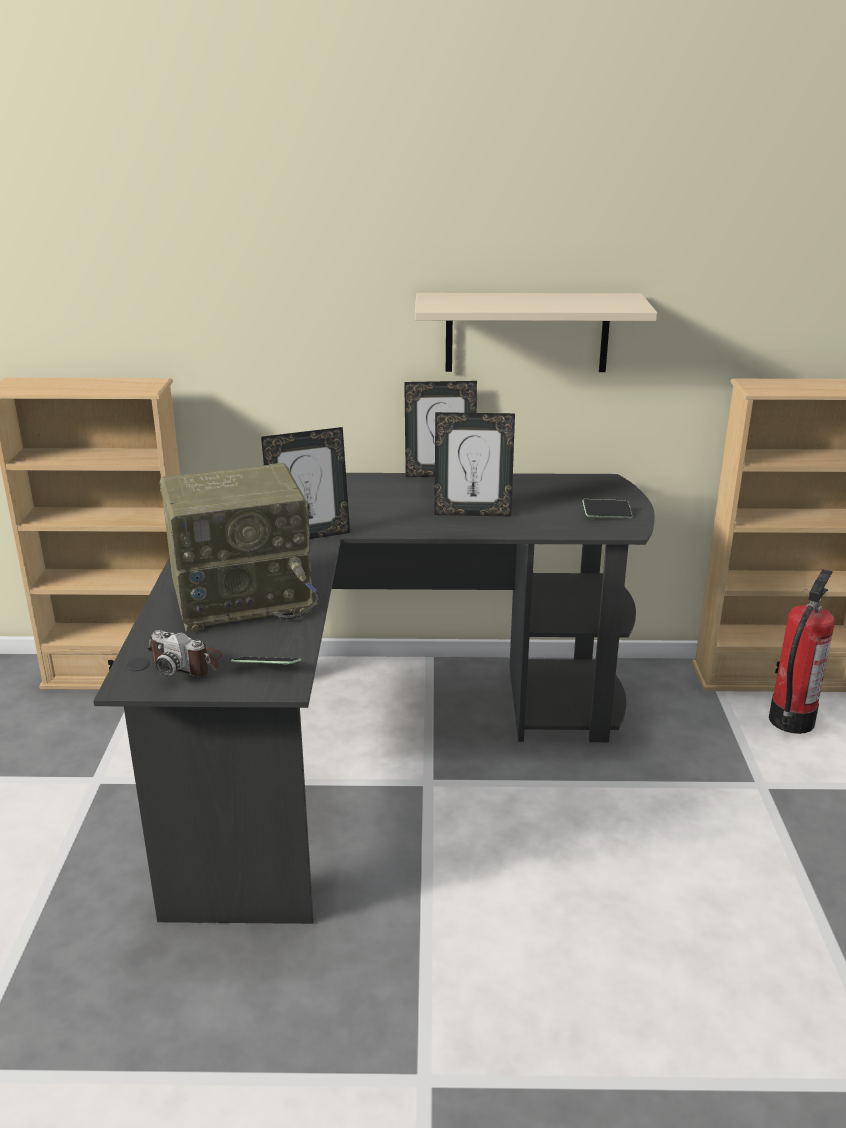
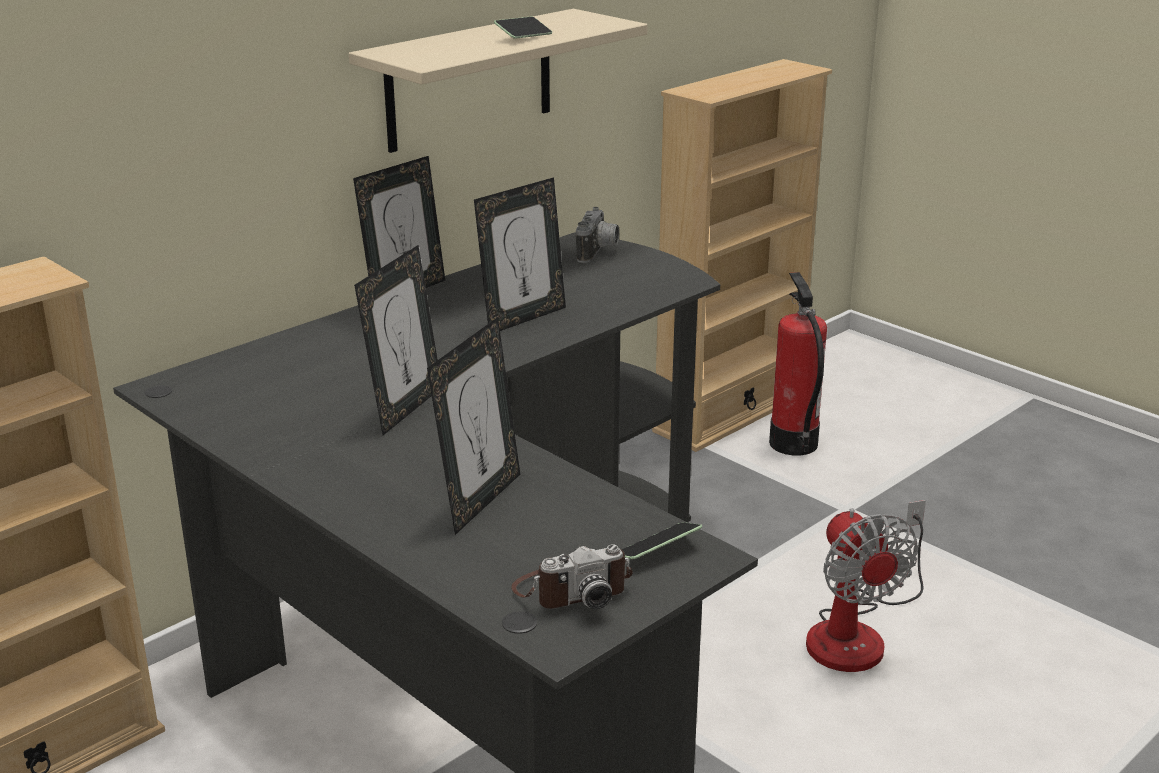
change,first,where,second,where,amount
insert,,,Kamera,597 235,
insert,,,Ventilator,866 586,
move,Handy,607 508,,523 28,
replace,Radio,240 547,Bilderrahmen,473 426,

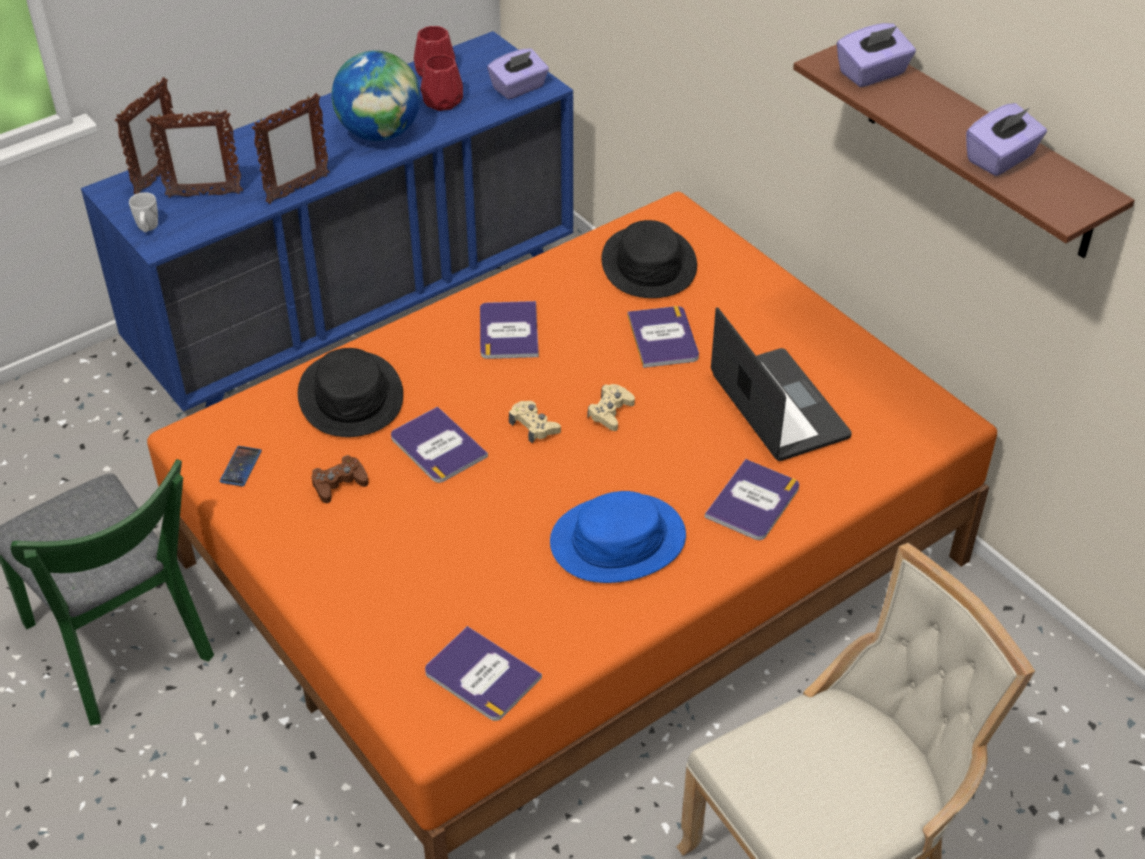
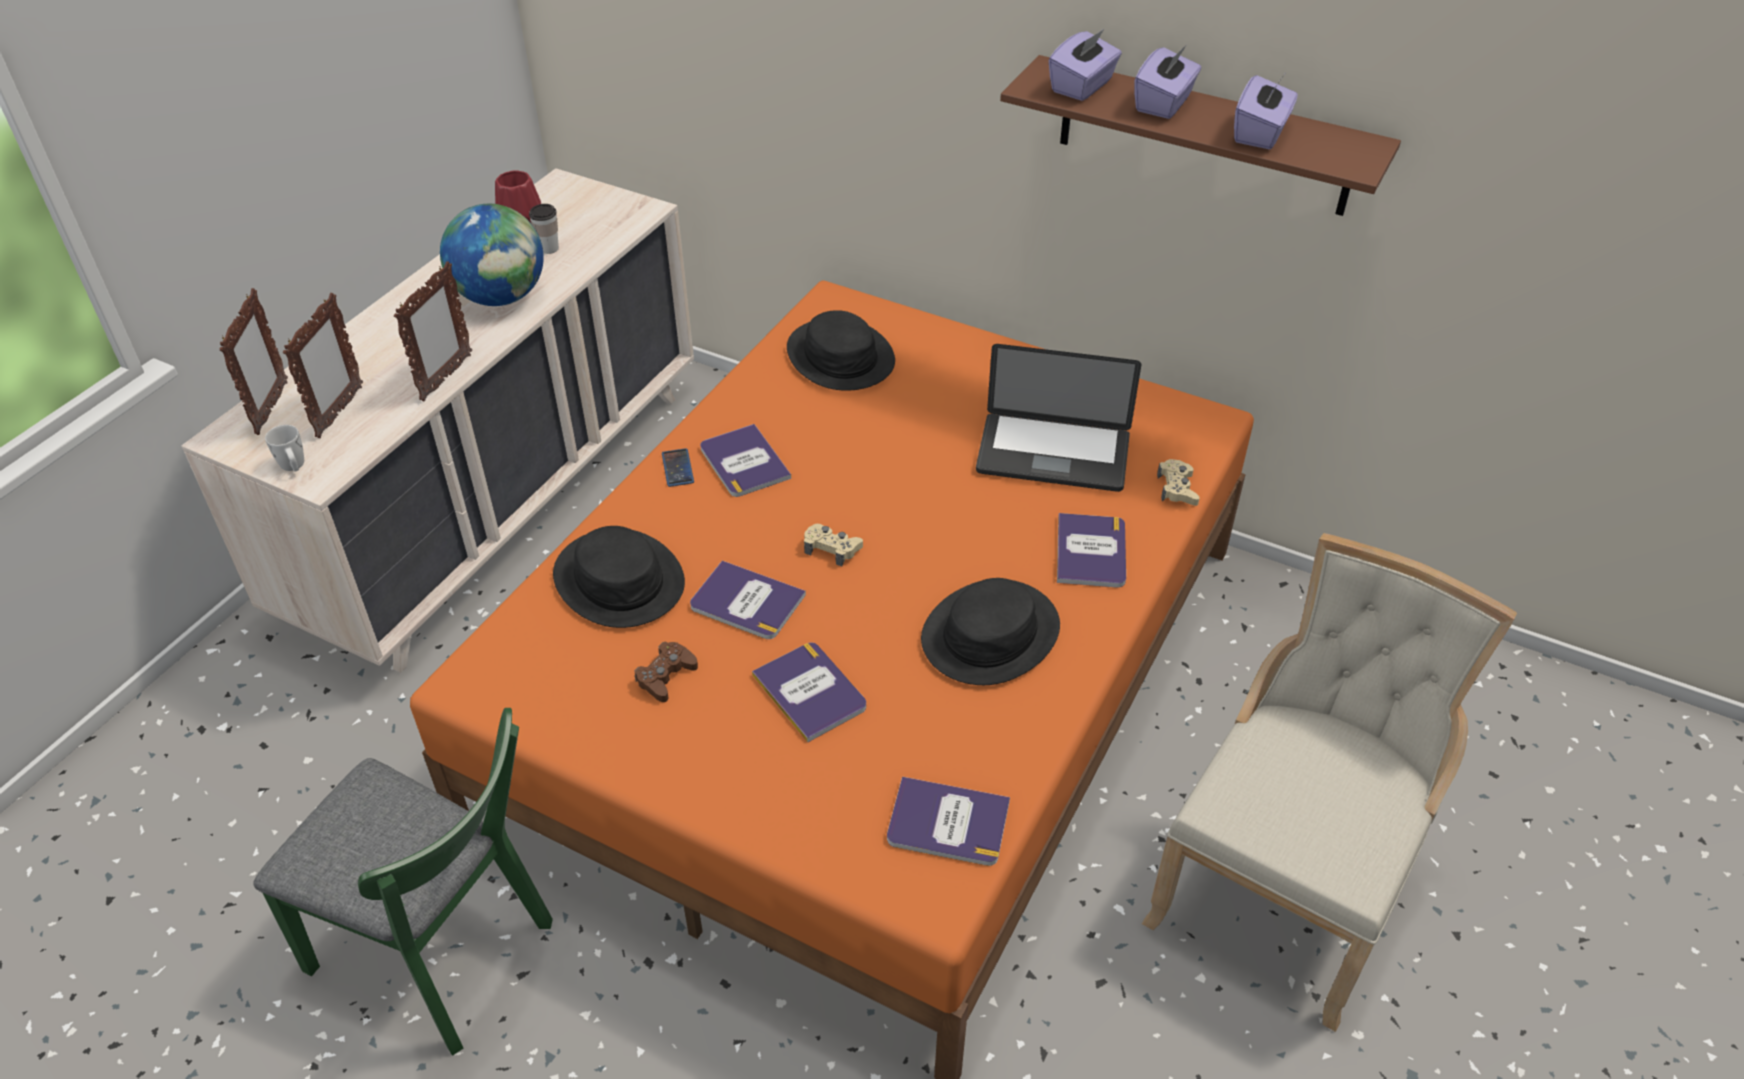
change,first,where,second,where,amount
move,Handy,241 466,,678 467,
move,Taschentuchbox (lila),518 74,,1167 82,
move,Gamepad (beige),611 407,,1178 482,
move,Buch,663 337,,809 692,
replace,Vase (rot),442 83,Tasse,544 229,
recolor,Kommode (blau),327 221,Kommode (beige),437 420,
recolor,Hut (blau),618 537,Hut (schwarz),990 631,
rotate,Bilderrahmen,194 153,,323 365,45 degrees counterclockwise
rotate,Laptop,781 384,,1058 418,150 degrees clockwise

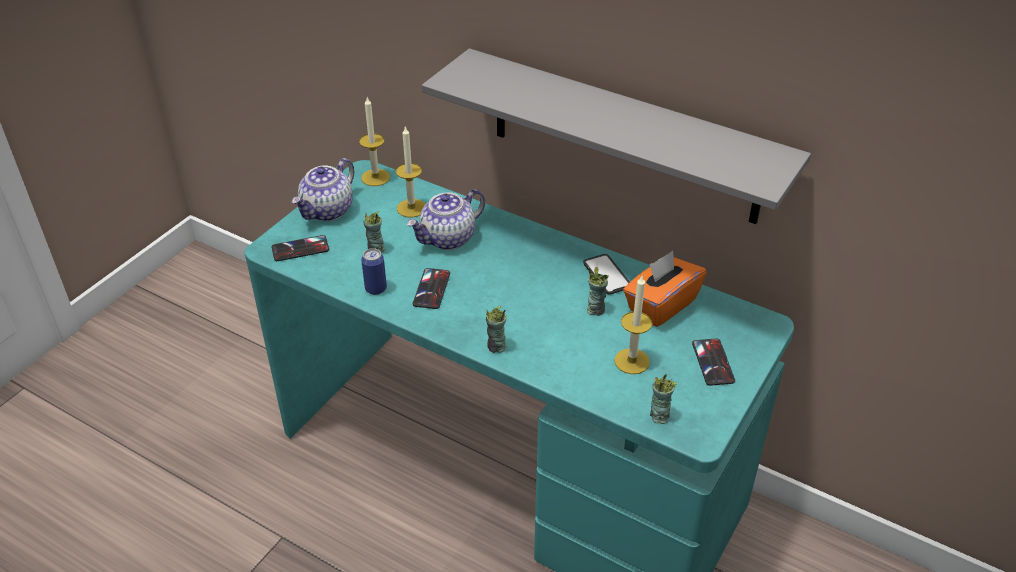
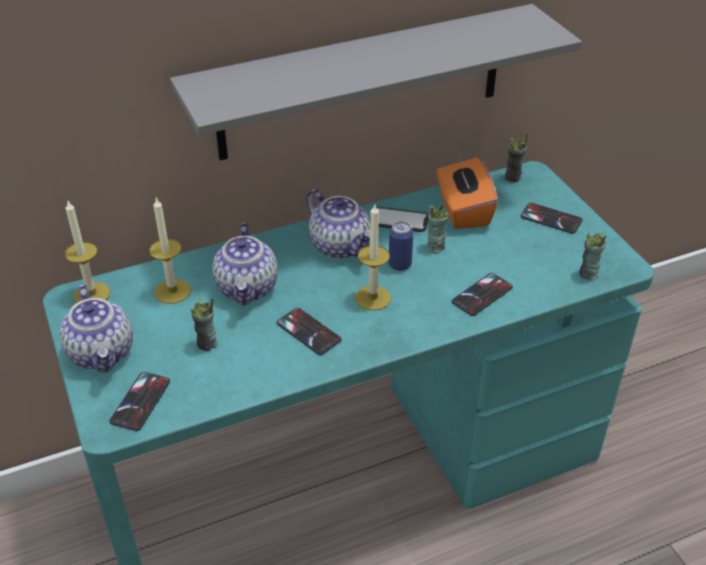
change,first,where,second,where,amount
insert,,,Teekanne,338 224,
insert,,,Handy,482 294,
move,Dose,374 271,,400 246,
move,Tasse,496 329,,516 157,
move,Kerze,633 325,,373 257,

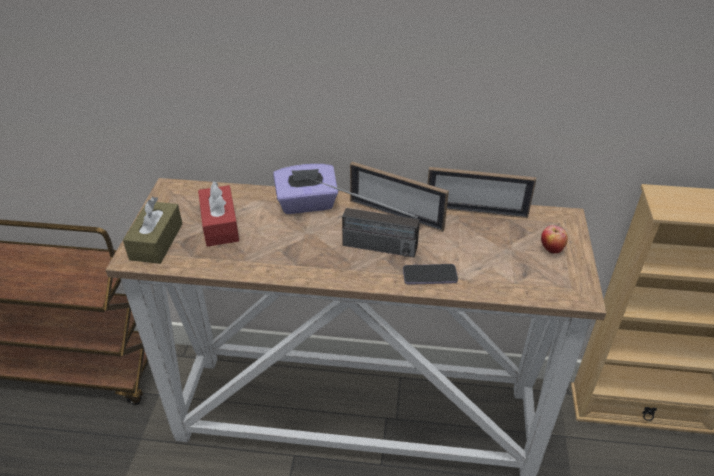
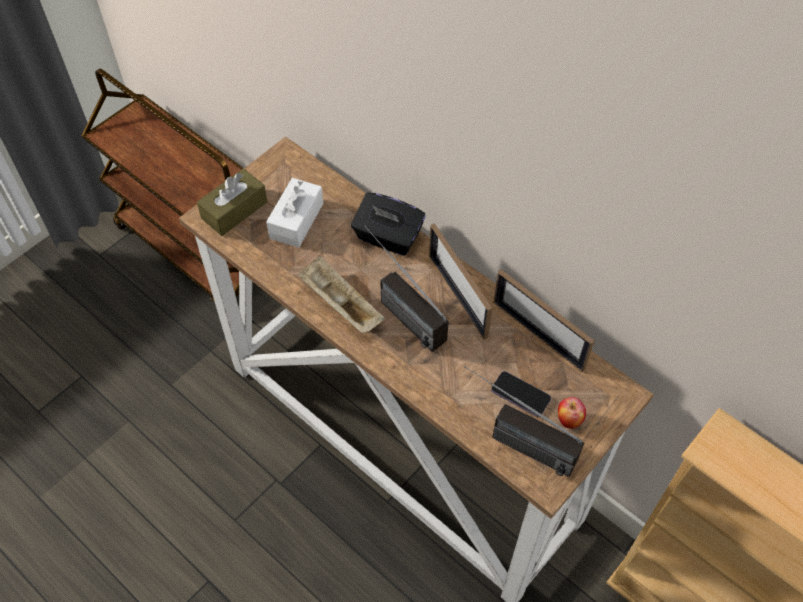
change,first,where,second,where,amount
insert,,,Tablett (beige),341 294,
insert,,,Radio,524 421,
move,Handy,430 274,,521 394,
recolor,Taschentuchbox (rot),218 214,Taschentuchbox (weiß),294 213,
recolor,Taschentuchbox (lila),305 189,Taschentuchbox (schwarz),388 224,

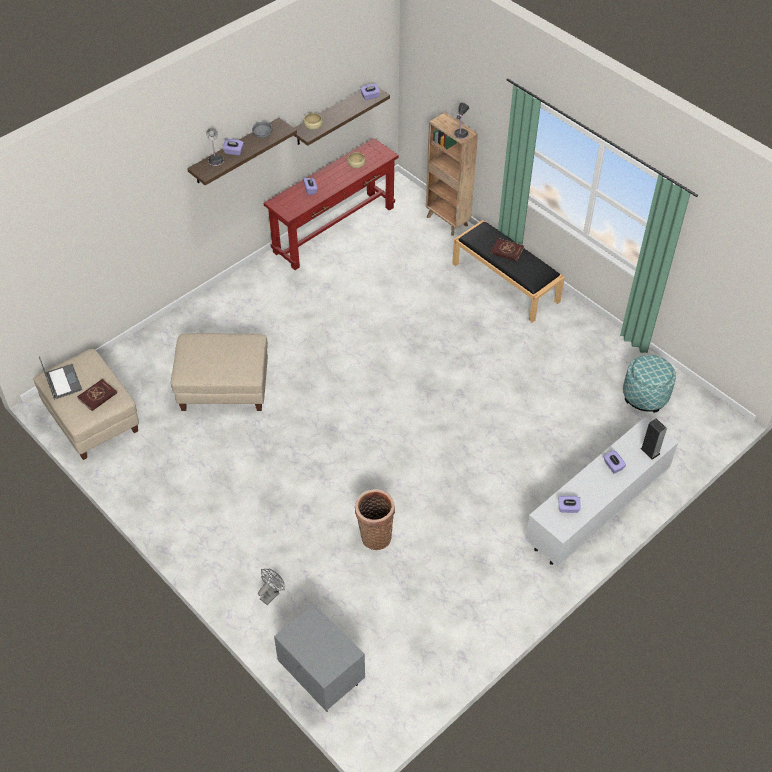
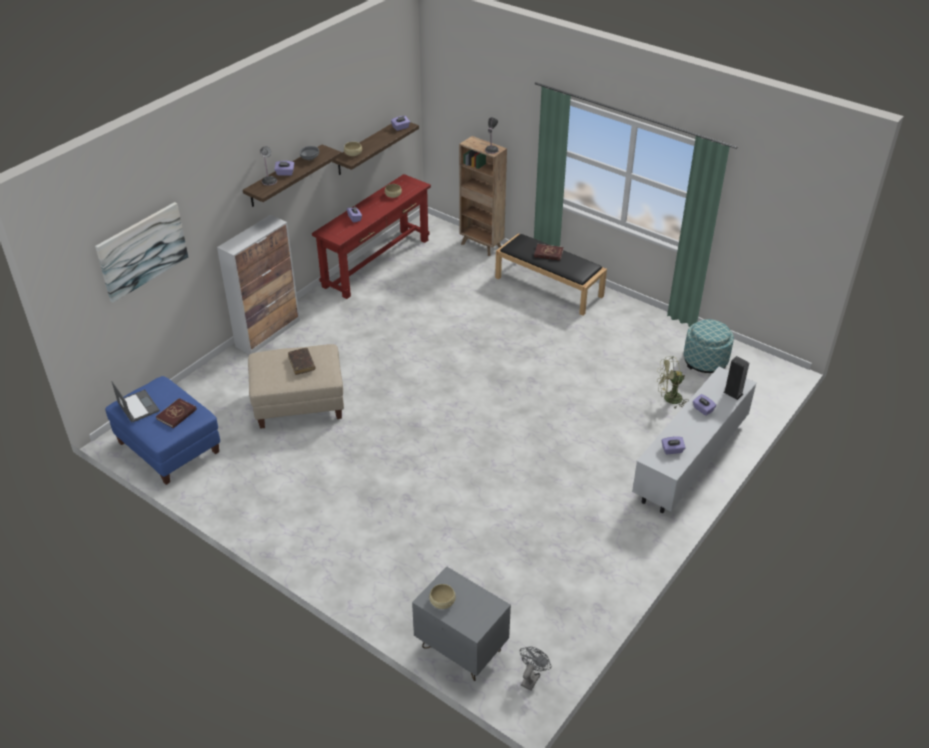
change,first,where,second,where,amount
delete,Korb,375 519,,,
insert,,,Bild,141 252,
insert,,,Schrank,258 285,
insert,,,Buch (braun),301 361,
insert,,,Schüssel (beige),442 596,
insert,,,Ventilator (grün),673 382,
move,Ventilator (grau),271 587,,536 668,
recolor,Polsterhocker (beige),86 404,Polsterhocker (blau),162 430,

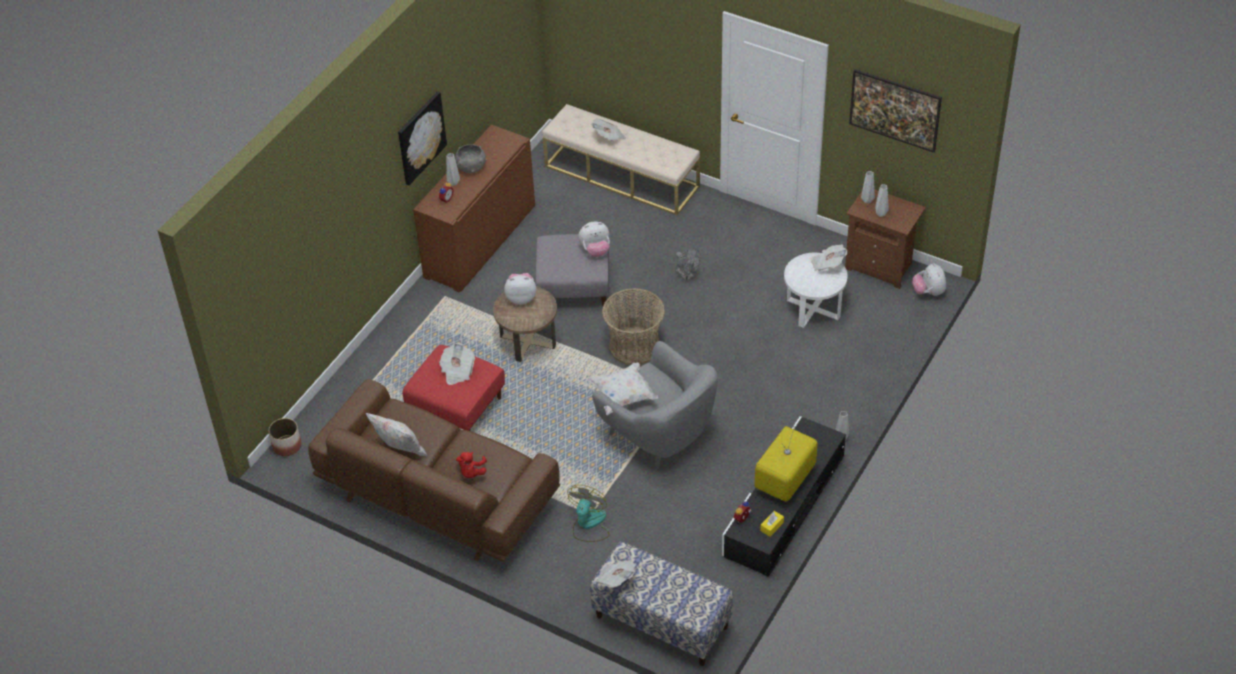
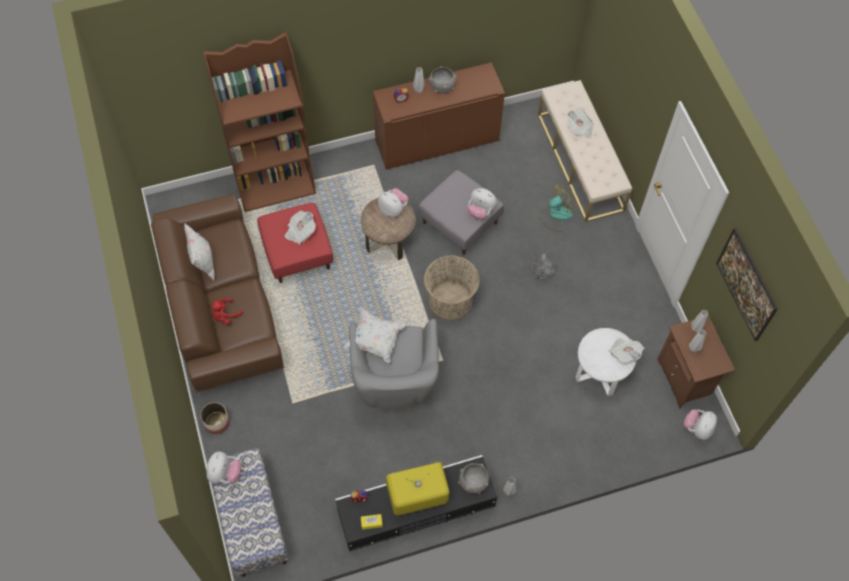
change,first,where,second,where,amount
delete,Bild,422 138,,,
insert,,,Bücherregal (braun),259 122,
insert,,,Schüssel (grau),474 478,
move,Pflanzkübel,285 437,,215 418,
move,Ventilator,588 513,,557 208,
replace,Zeitung,616 573,Plüschtier,224 467,

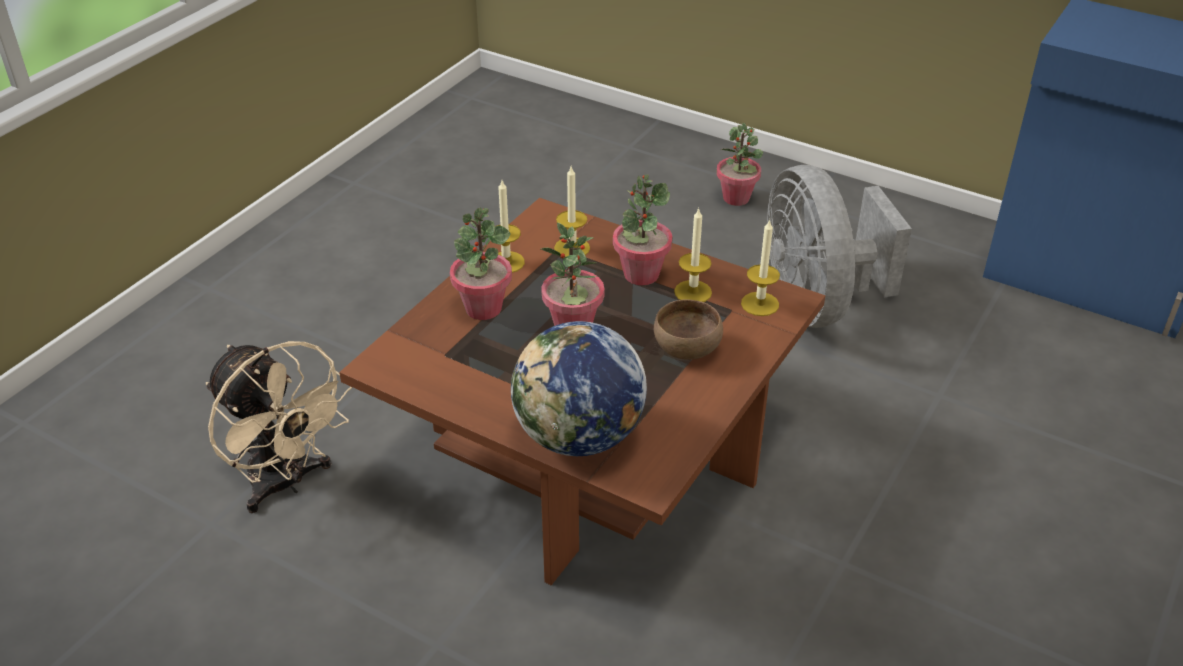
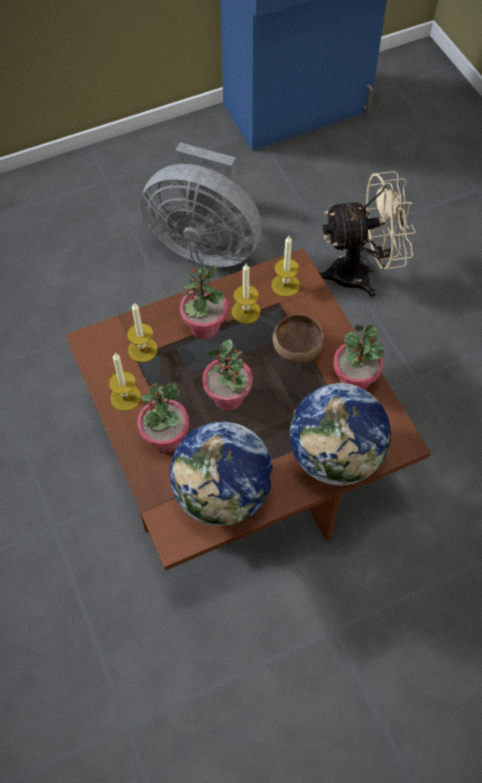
change,first,where,second,where,amount
insert,,,Globus,221 474,
move,Ventilator (beige),279 427,,367 234,
move,Topfpflanze,739 164,,359 357,

